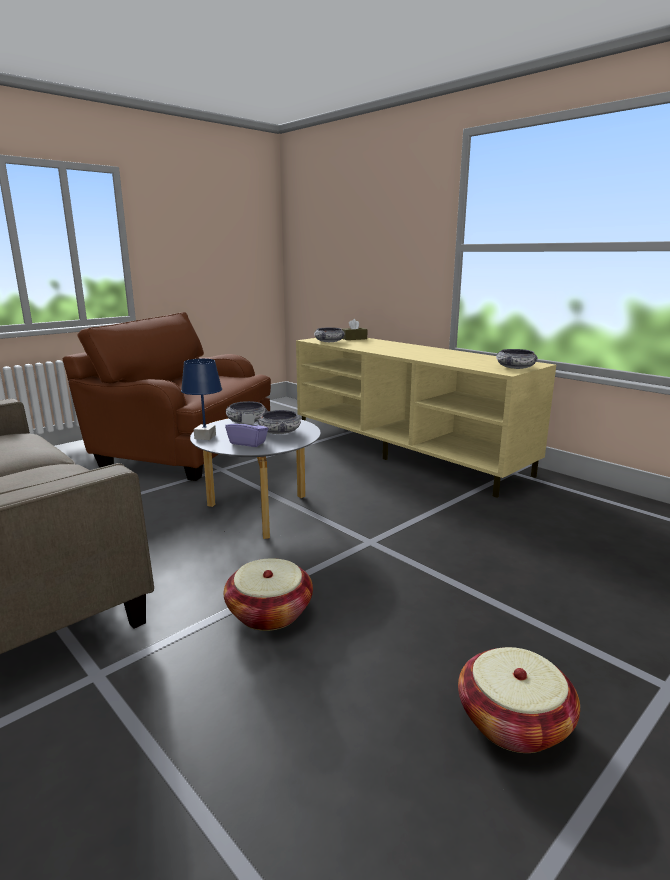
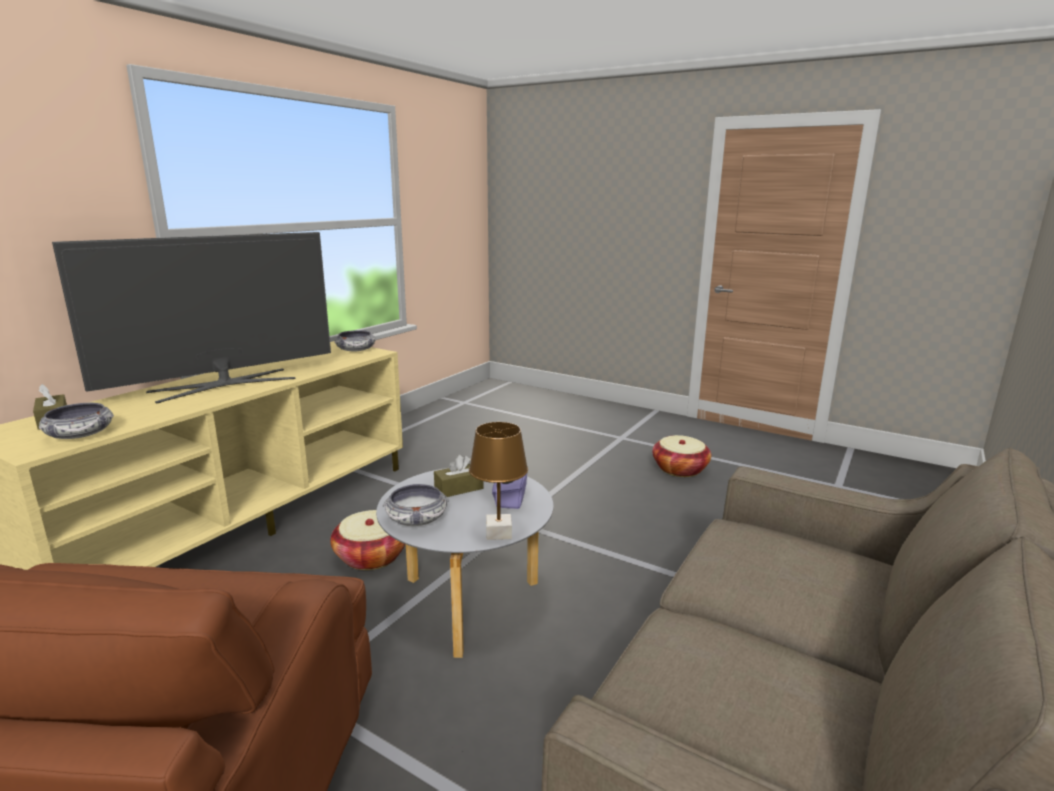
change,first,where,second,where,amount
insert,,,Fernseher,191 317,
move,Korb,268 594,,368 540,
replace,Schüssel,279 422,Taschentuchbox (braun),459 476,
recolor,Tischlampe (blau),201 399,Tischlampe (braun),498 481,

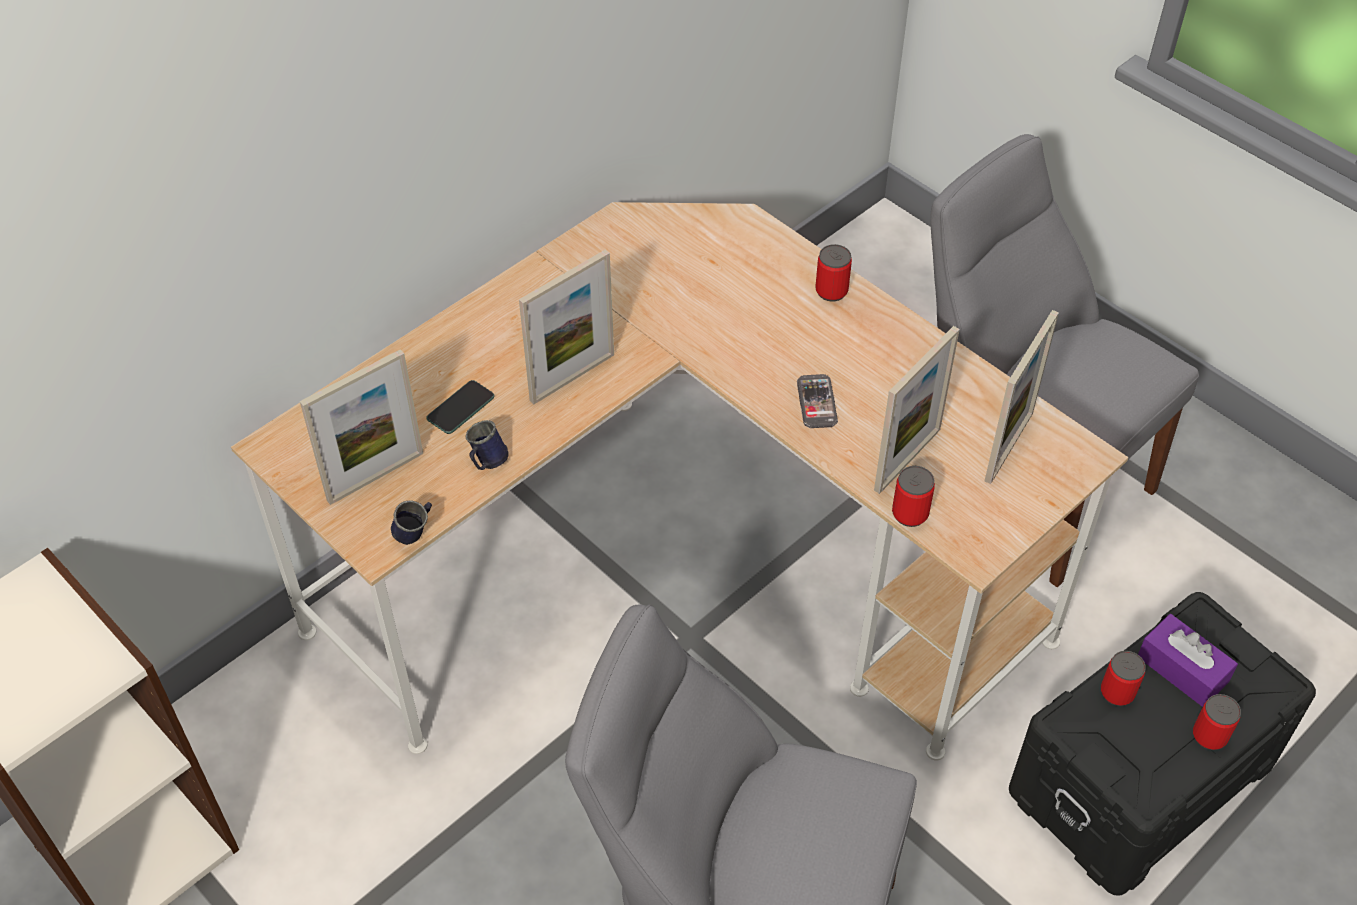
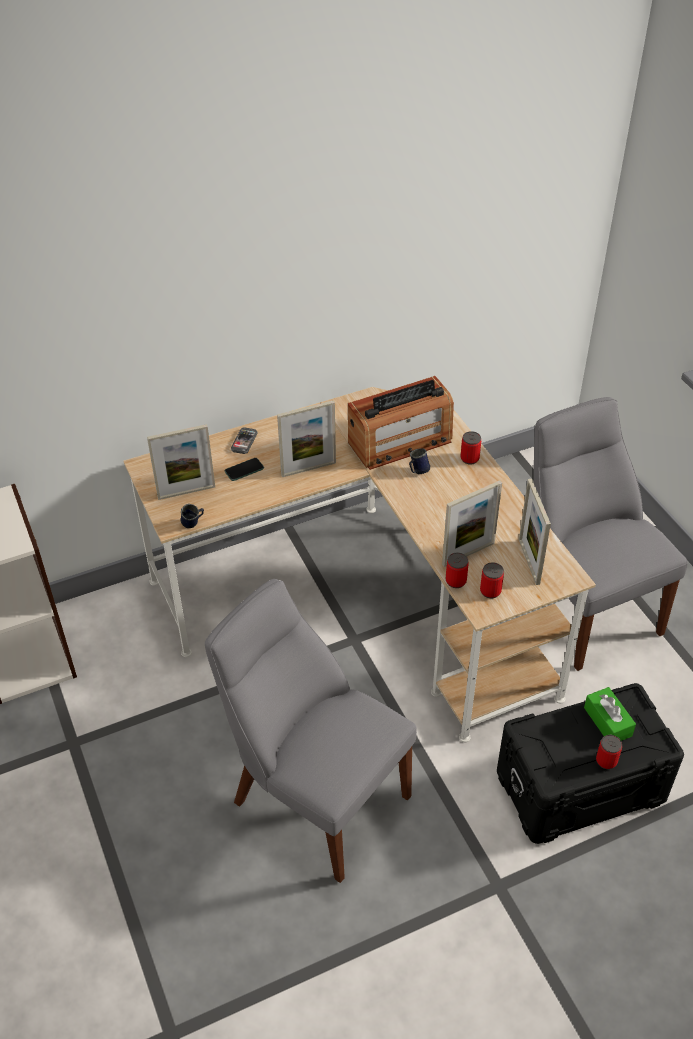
change,first,where,second,where,amount
insert,,,Radio,401 423,
move,Henkelbecher (blau),487 445,,419 461,
move,Handy,817 401,,244 440,
move,Dose,1123 678,,492 580,
recolor,Taschentuchbox (lila),1188 660,Taschentuchbox (grün),610 714,
rotate,Bilderrahmen,1022 397,,535 532,120 degrees clockwise

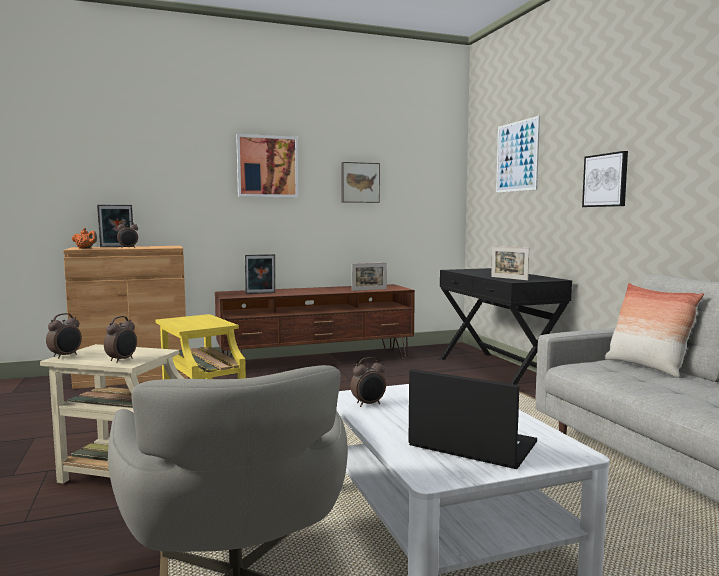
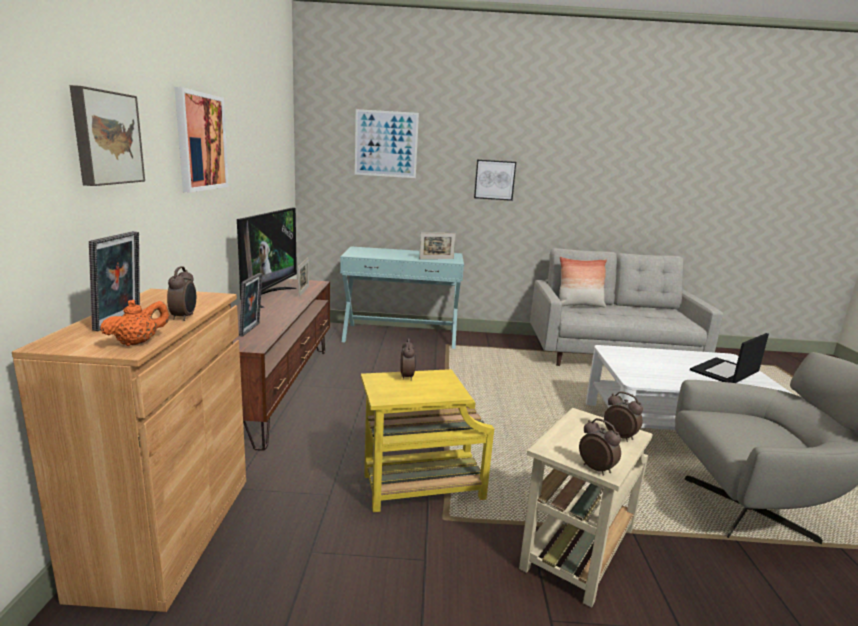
change,first,where,second,where,amount
insert,,,Fernseher,267 257,
move,Bild,360 182,,107 135,
move,Wecker,368 382,,408 360,
recolor,Konsolentisch (schwarz),506 326,Konsolentisch (türkis),402 297,

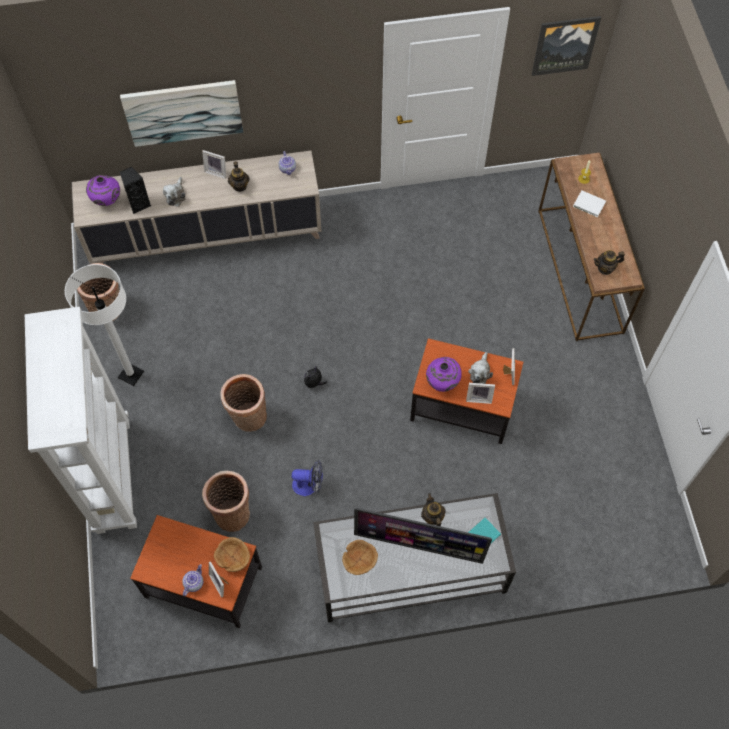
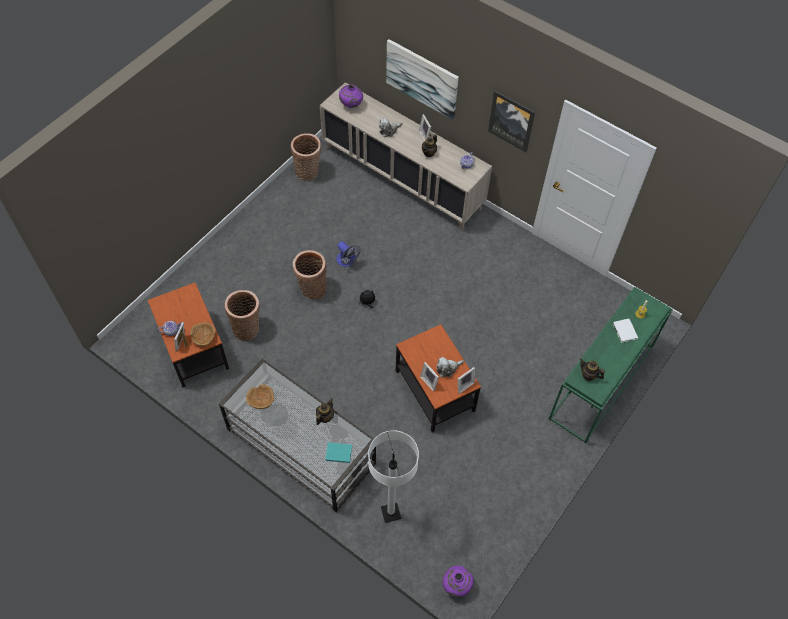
change,first,where,second,where,amount
delete,Bücherregal (weiß),81 420,,,
delete,Lautsprecher (schwarz),135 190,,,
delete,Fernseher,423 536,,,
move,Stehlampe (weiß),104 325,,393 476,
move,Ventilator,307 478,,348 254,
move,Vase (lila),444 374,,458 581,
move,Bild,566 46,,511 121,
recolor,Konsolentisch (braun),591 247,Konsolentisch (grün),611 365,

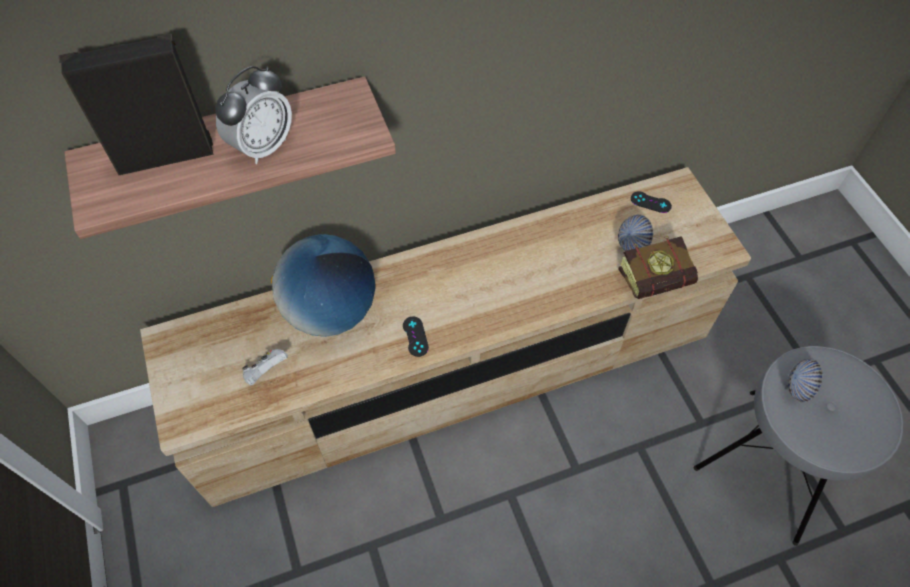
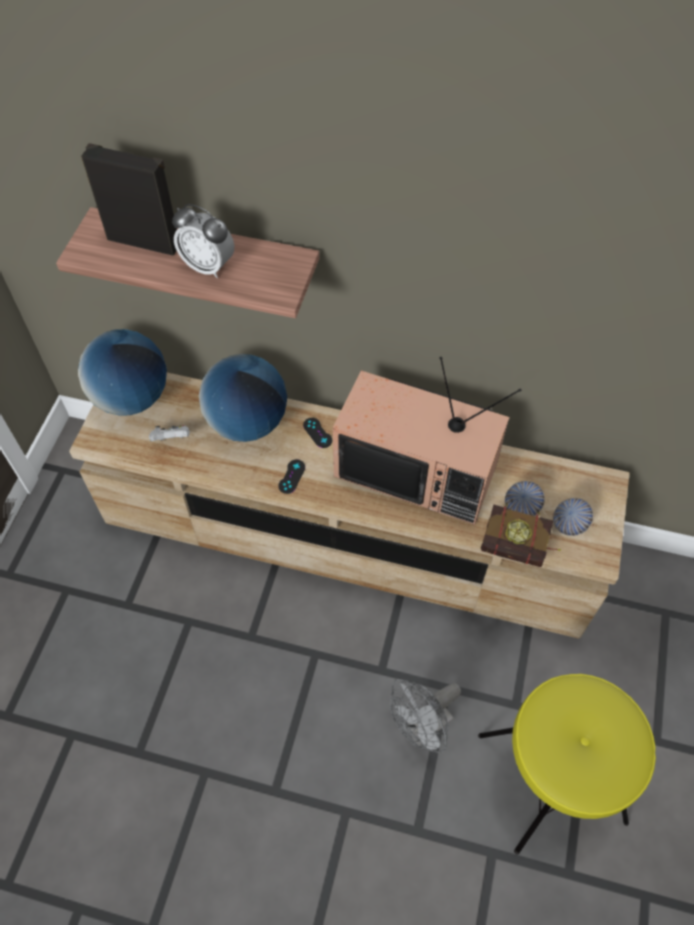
change,first,where,second,where,amount
insert,,,Globus,122 372,
insert,,,Fernseher,427 441,
insert,,,Ventilator (grau),425 716,
move,Gamepad (schwarz),651 202,,317 433,
move,Schüssel,805 380,,573 517,
recolor,Hocker (grau),798 446,Hocker (gelb),567 764,
rotate,Wecker,253 115,,203 241,45 degrees clockwise

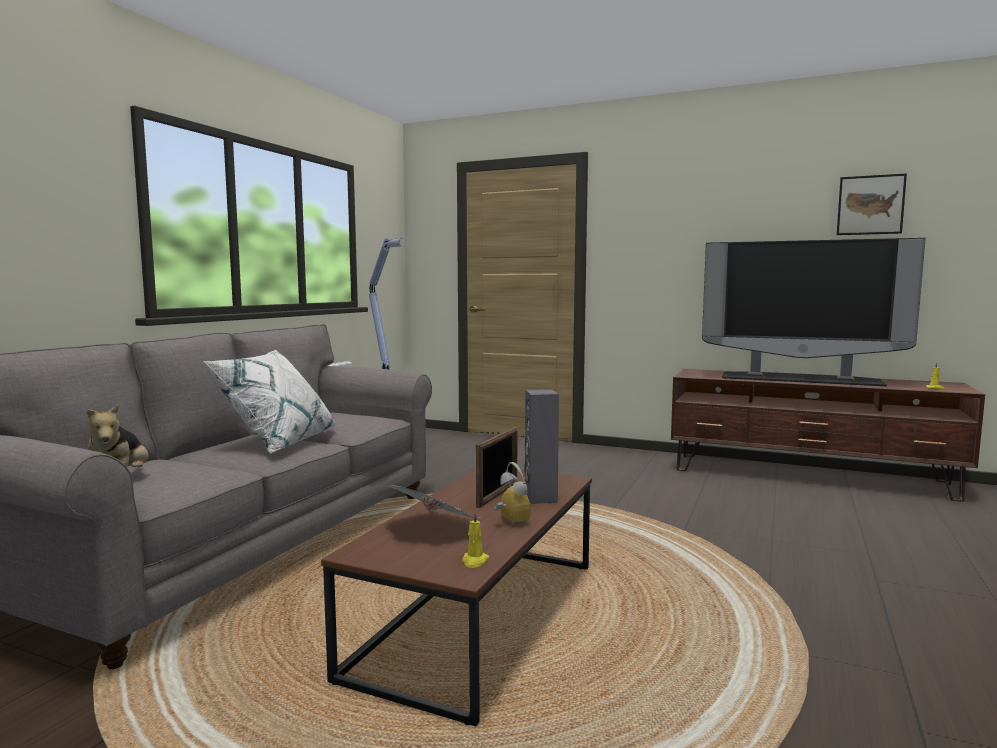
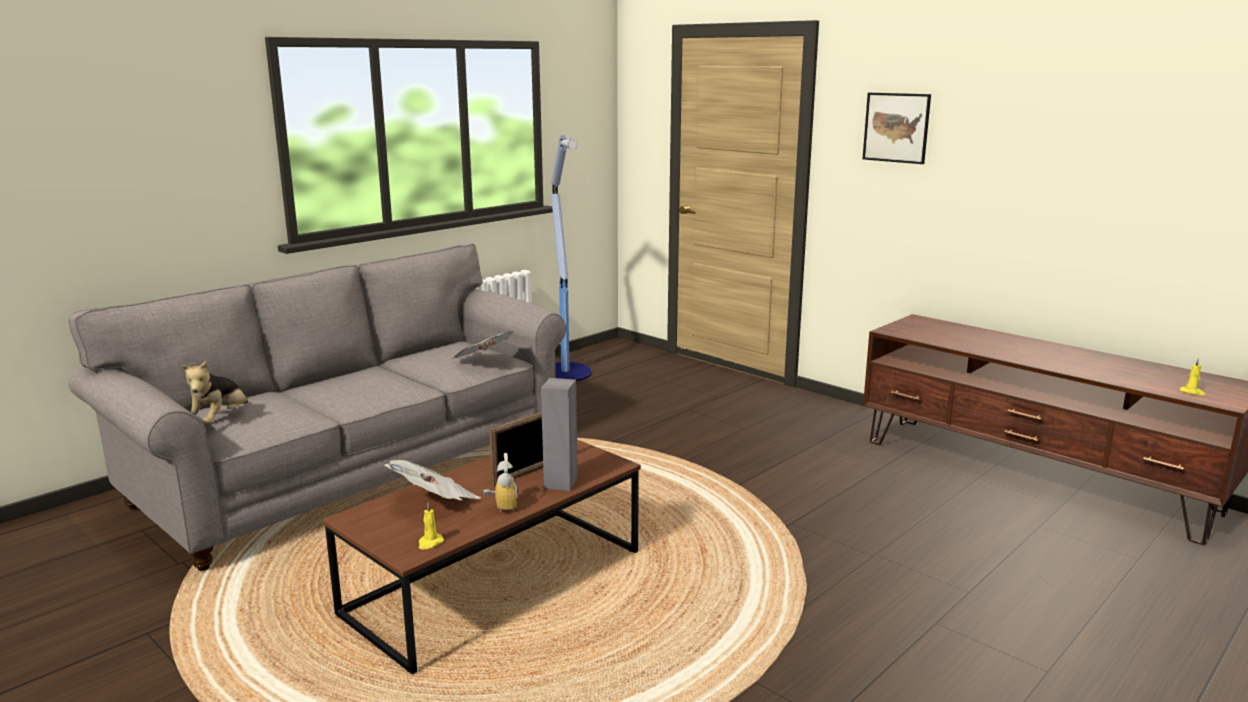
change,first,where,second,where,amount
delete,Kissen (weiß),269 401,,,
delete,Fernseher,814 312,,,
insert,,,Zeitung,483 345,
move,Bild,872 204,,897 128,

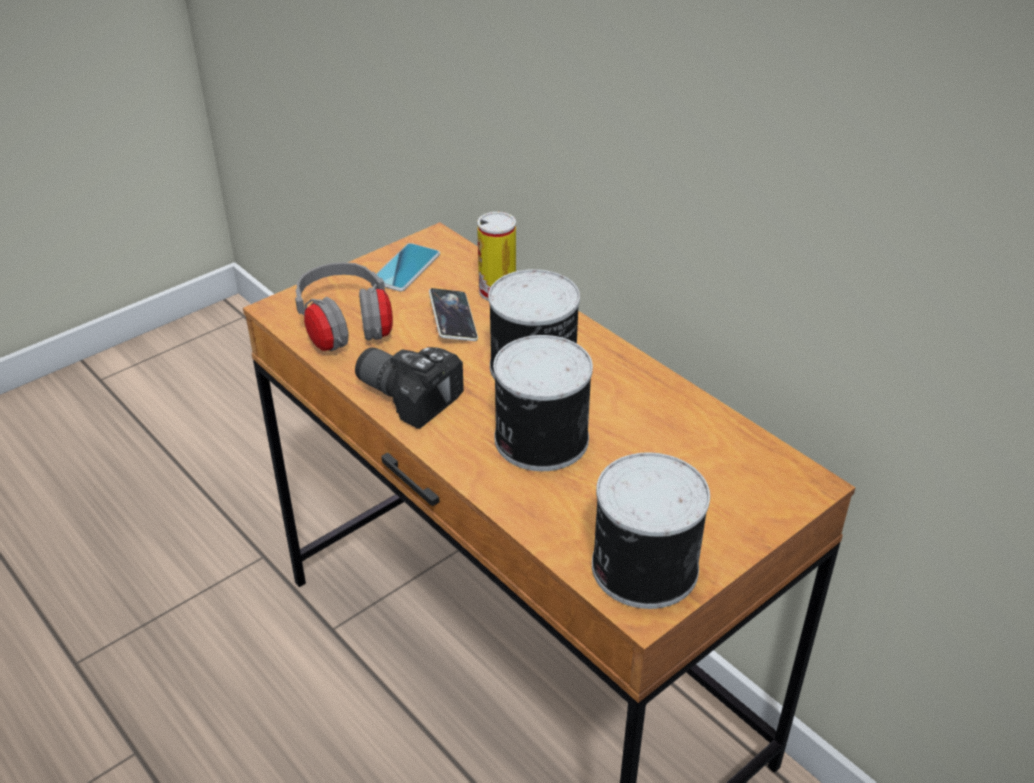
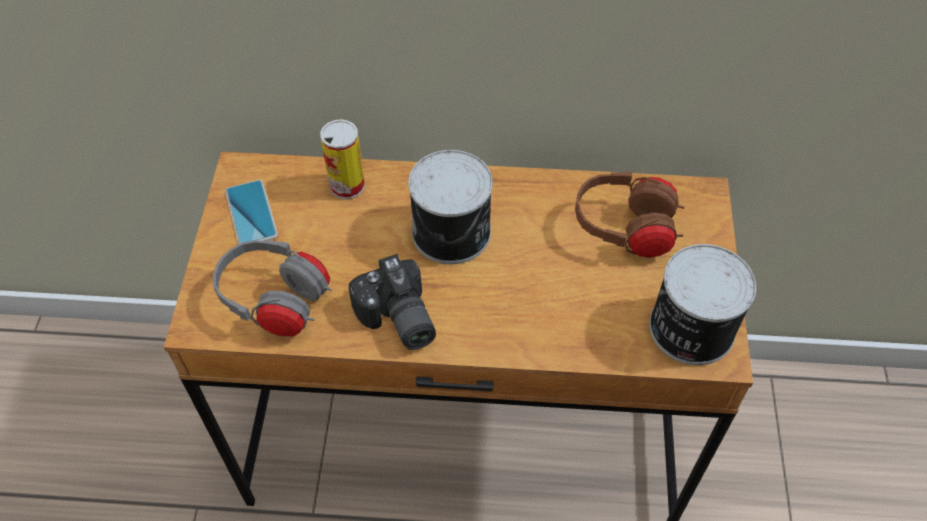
change,first,where,second,where,amount
delete,Handy,453 314,,,
delete,Dose,543 403,,,
insert,,,Kopfhörer (braun),629 214,
rotate,Kamera,409 388,,392 302,105 degrees counterclockwise

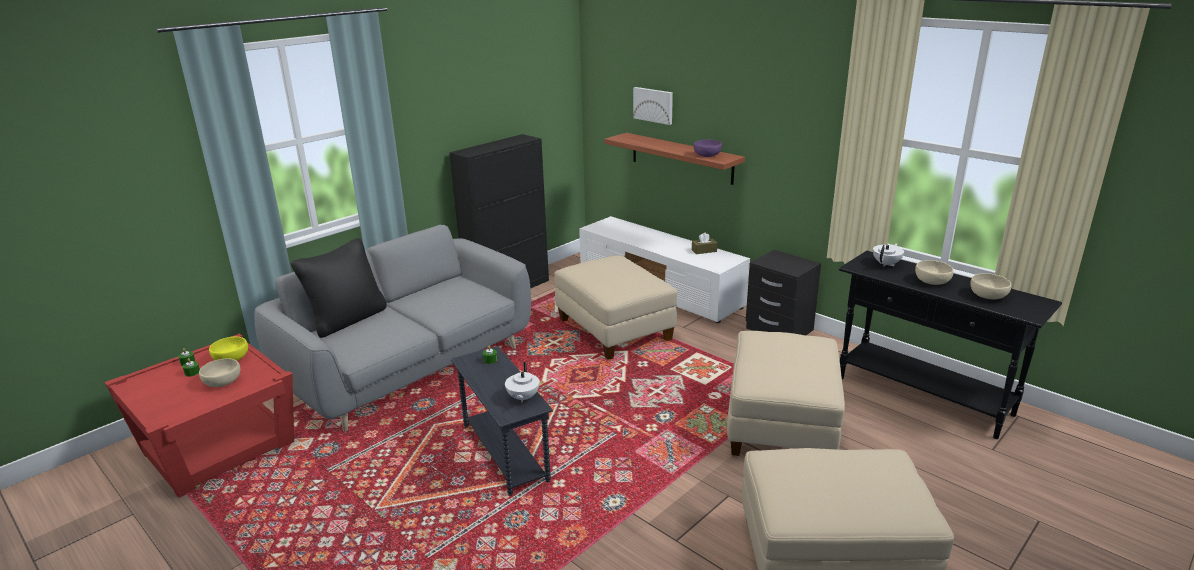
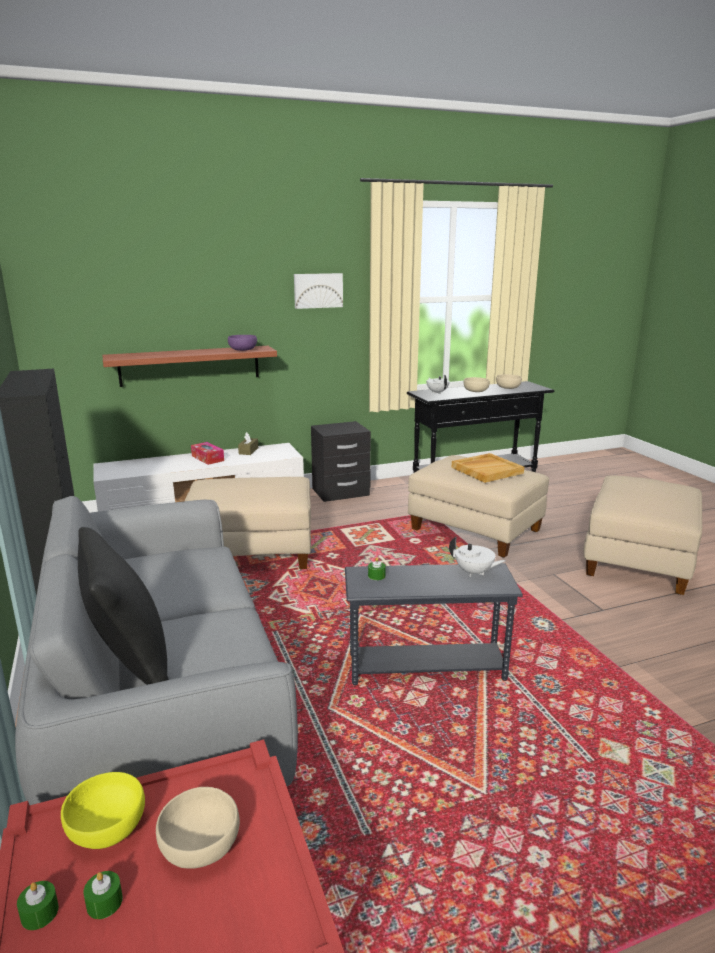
change,first,where,second,where,amount
insert,,,Taschentuchbox,207 453,
insert,,,Tablett (beige),487 468,
move,Bild,653 106,,318 291,

